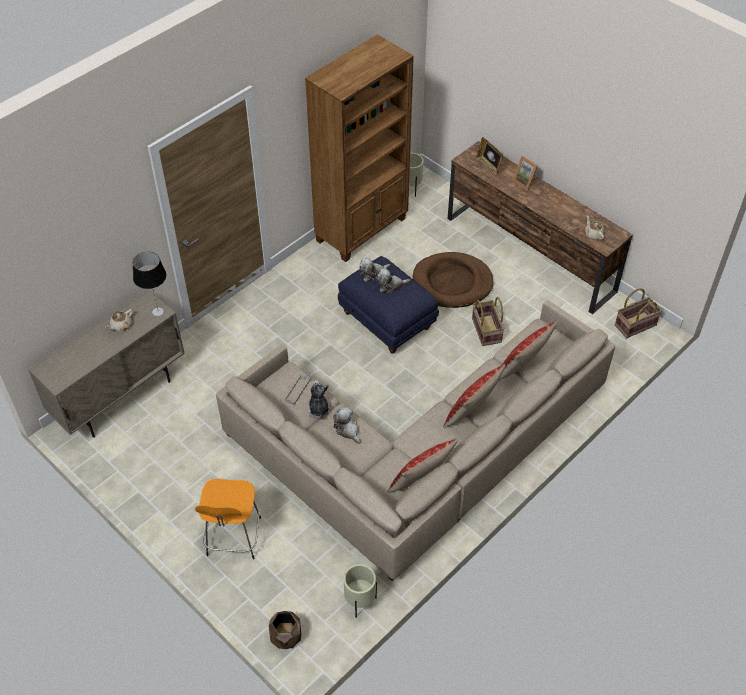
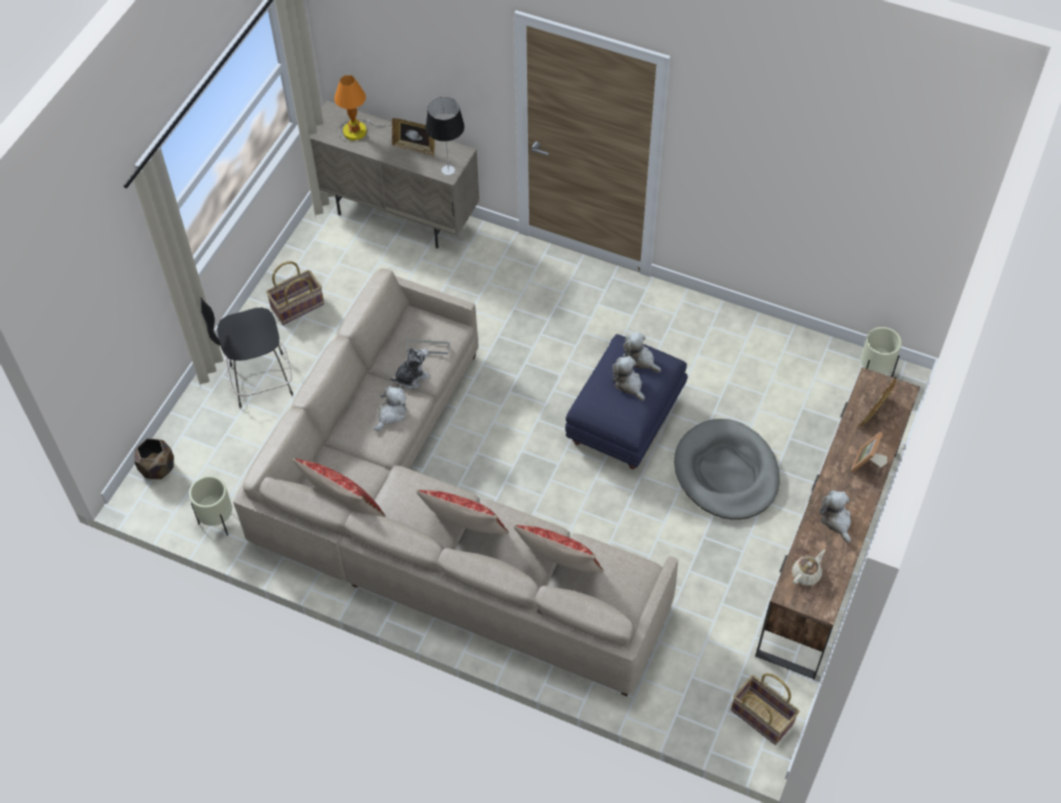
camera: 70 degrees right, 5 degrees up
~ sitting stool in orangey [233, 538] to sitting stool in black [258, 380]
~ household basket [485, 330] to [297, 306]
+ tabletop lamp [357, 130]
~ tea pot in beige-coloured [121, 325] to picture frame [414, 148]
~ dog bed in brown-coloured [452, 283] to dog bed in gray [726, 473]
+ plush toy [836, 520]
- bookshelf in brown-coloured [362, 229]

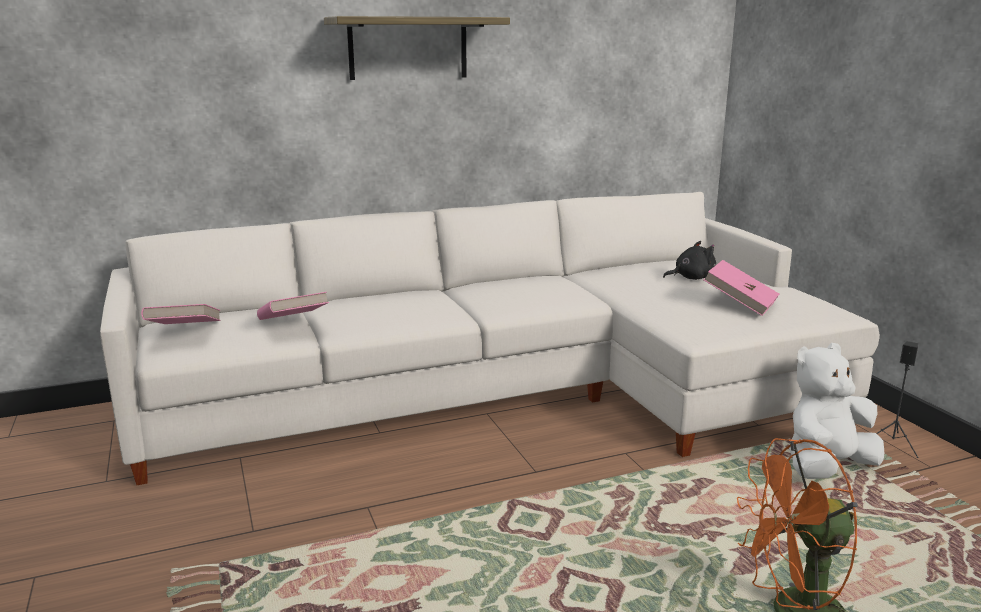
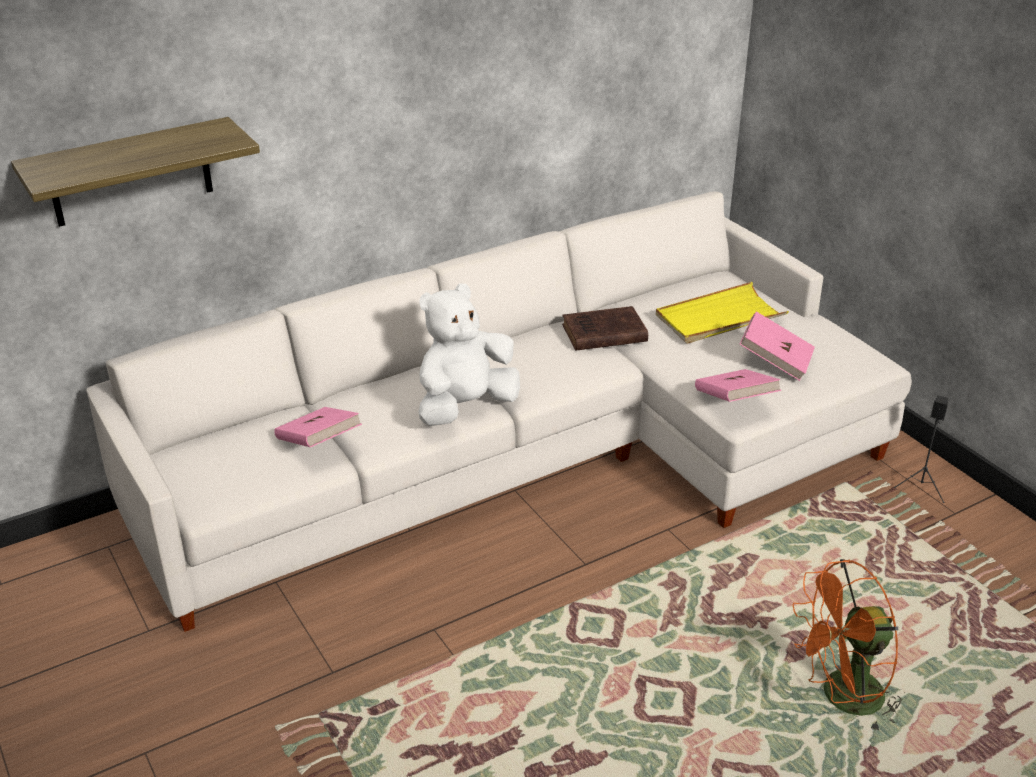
camera: 10 degrees left, 15 degrees up
~ bracket shelf [408, 48] to [130, 173]
~ plush toy in whitish [826, 467] to [465, 407]
+ book in brown-coloured [602, 334]
~ plush toy in black [691, 278] to tray in yellowish [719, 318]
~ book in pink-coloured [185, 333] to [734, 401]

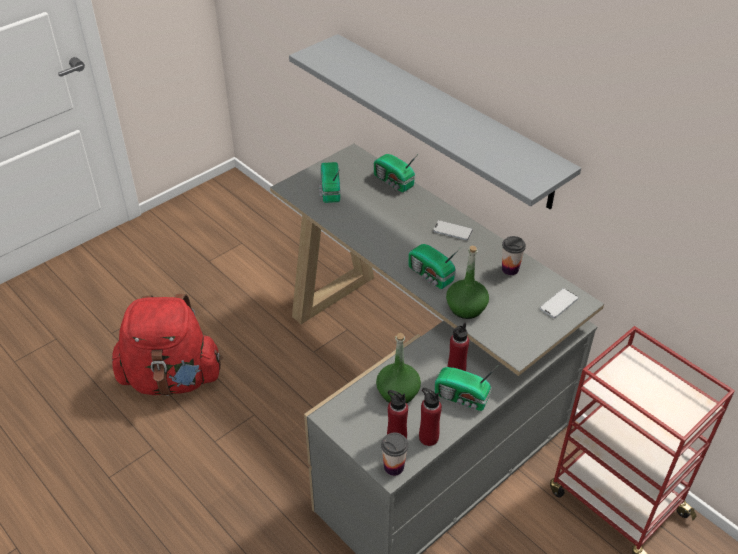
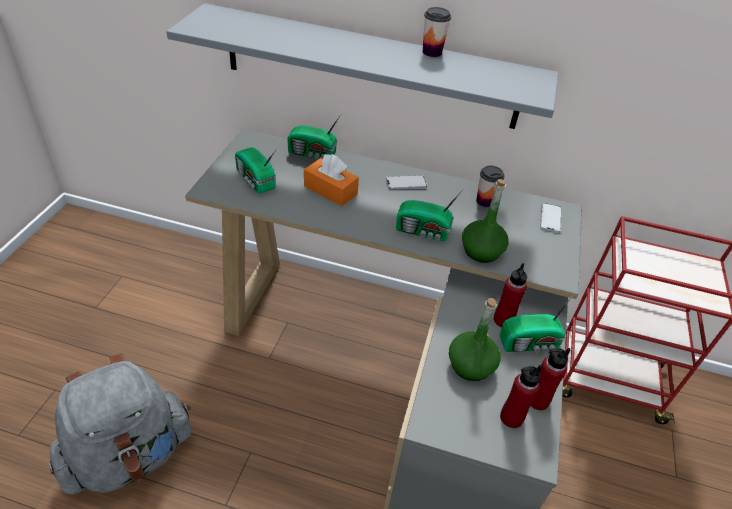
camera: 35 degrees left, 0 degrees up
~ knapsack in reddish [172, 378] to knapsack in gray [130, 455]
+ box of tissues in orangey [330, 190]
~ drinking cup [394, 467] to [432, 52]

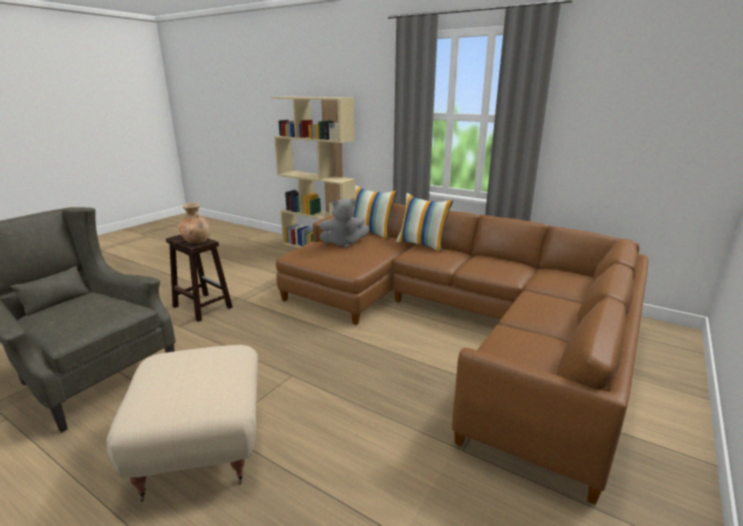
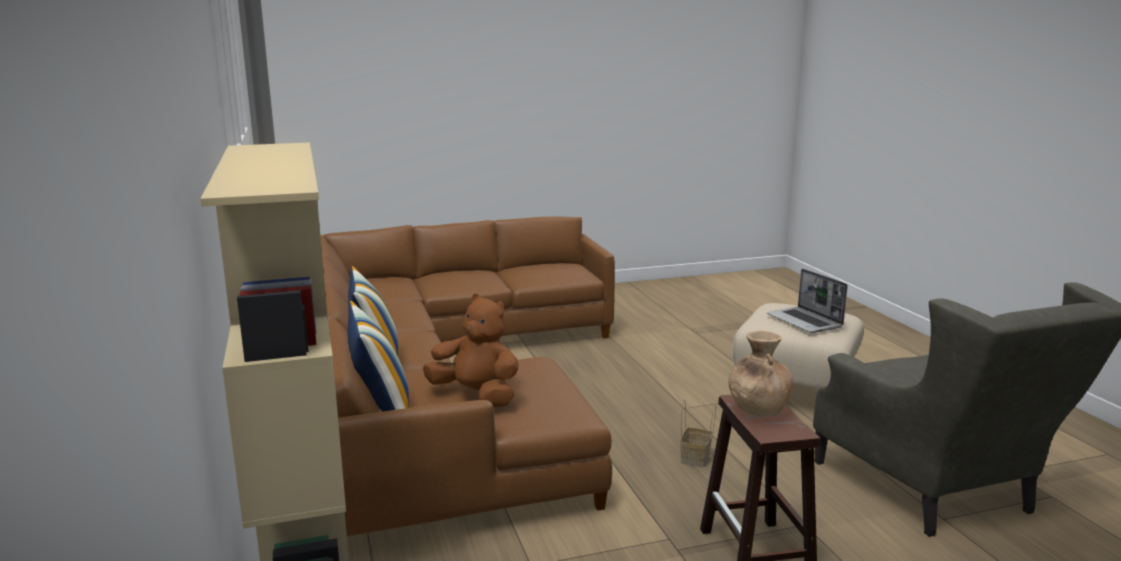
camera: 140 degrees left, 5 degrees down
~ plush toy in gray [344, 243] to plush toy in brown-coloured [476, 396]
+ household basket [696, 458]
+ notebook computer [805, 321]

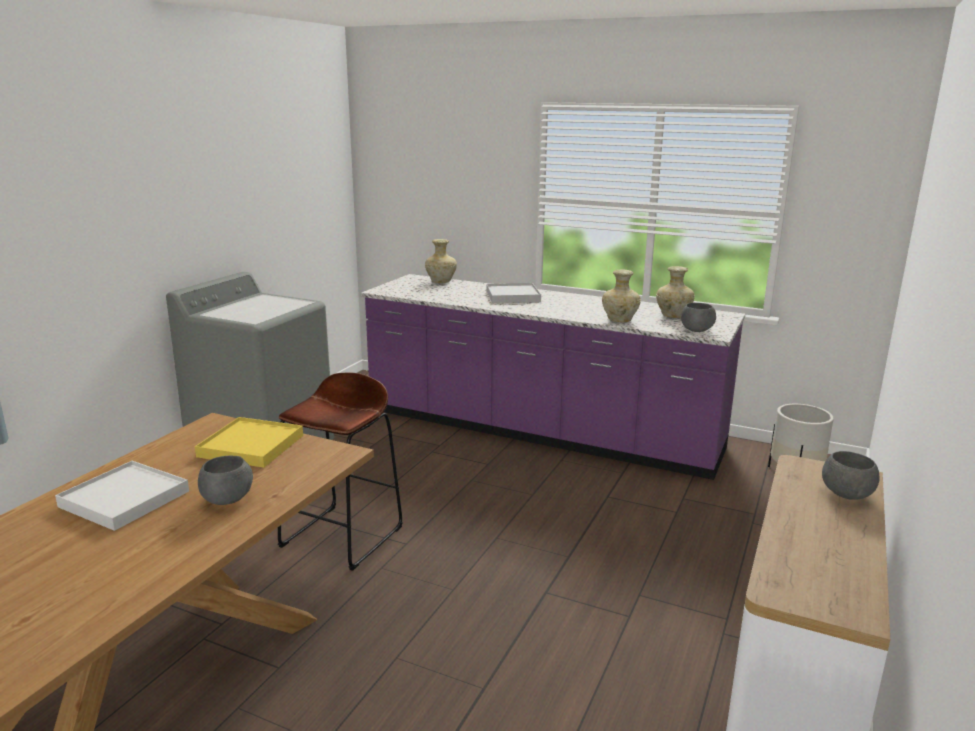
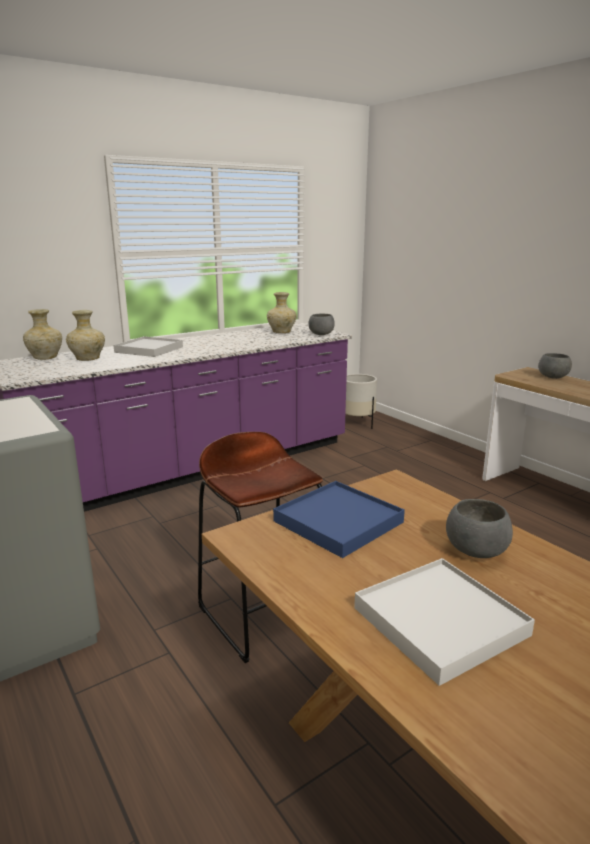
camera: 60 degrees left, 0 degrees up
~ decorative vase in beige-coloured [619, 320] to [87, 359]
~ tray in yellowish [251, 446] to tray in bluish [338, 522]

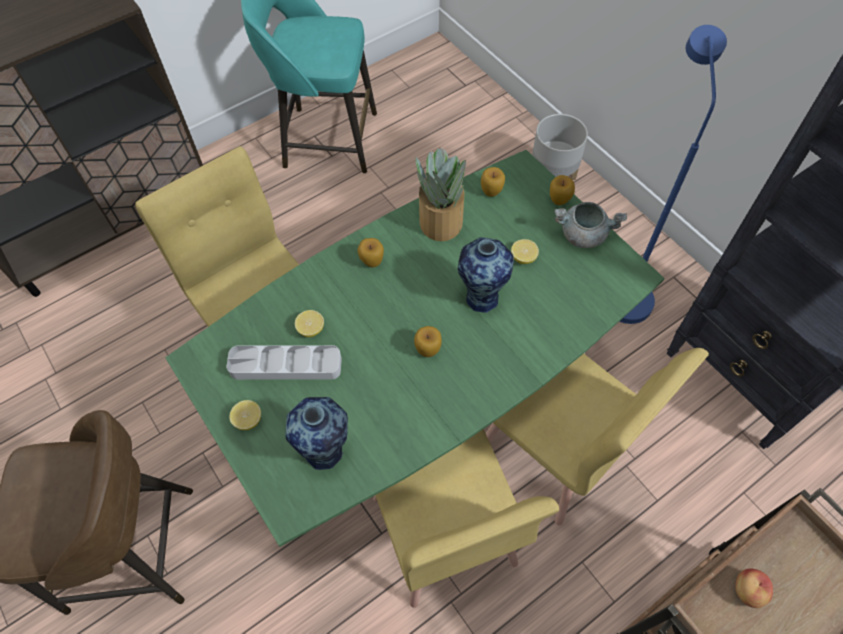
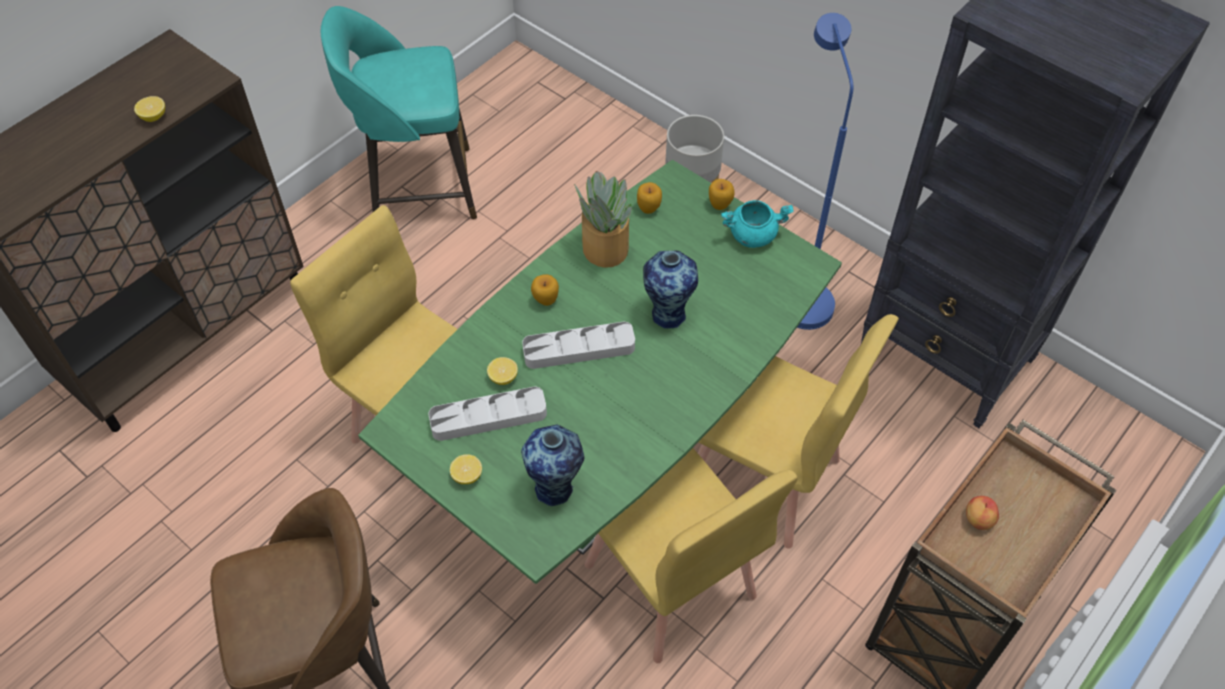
camera: 15 degrees left, 5 degrees down
~ citrus fruit [523, 258] to [153, 116]
+ tray in gray [579, 349]
~ saucepot in gray [583, 235] to saucepot in turquoise-coloured [752, 235]
- apple [428, 350]

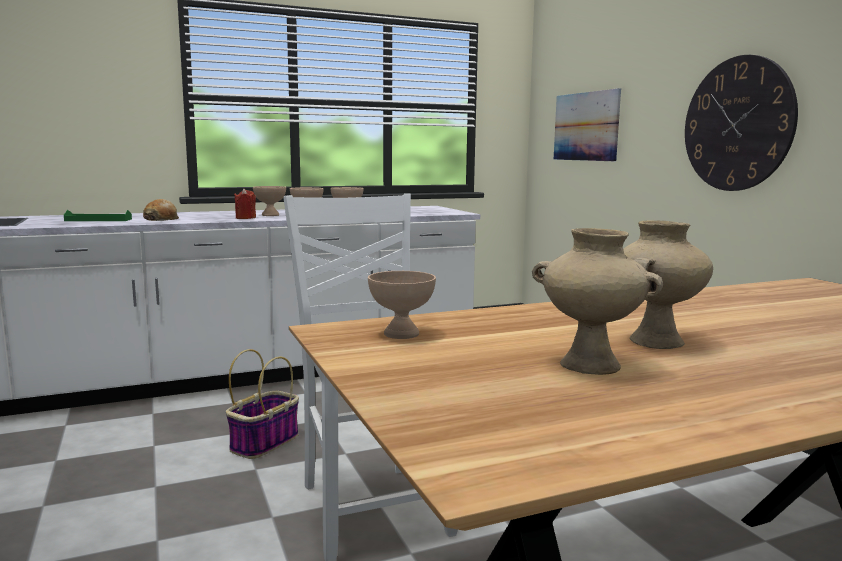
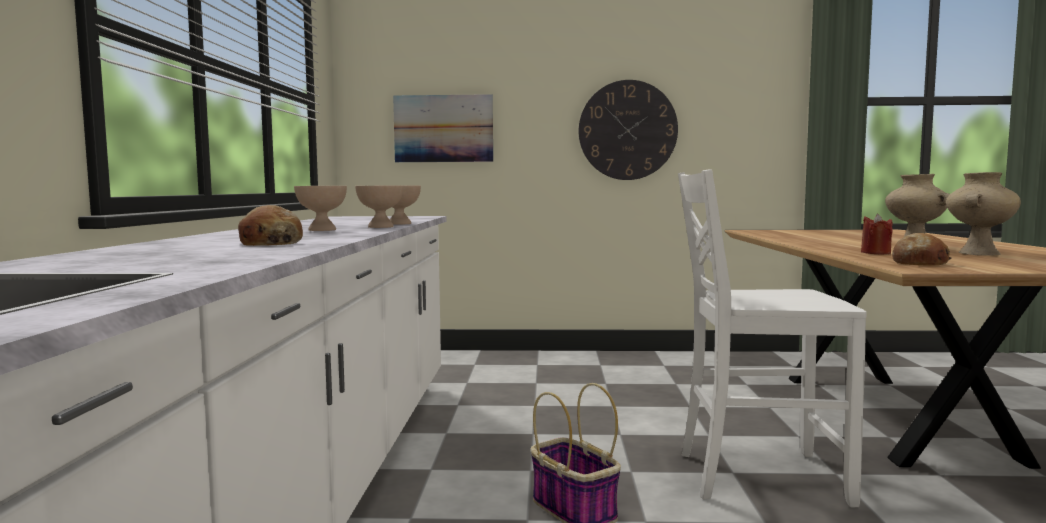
camera: 65 degrees left, 5 degrees down
~ candle in reddish [245, 218] to [875, 253]
~ deep dish in beige-coloured [402, 334] to bakery bread [919, 263]
- tray in green-coloured [98, 220]

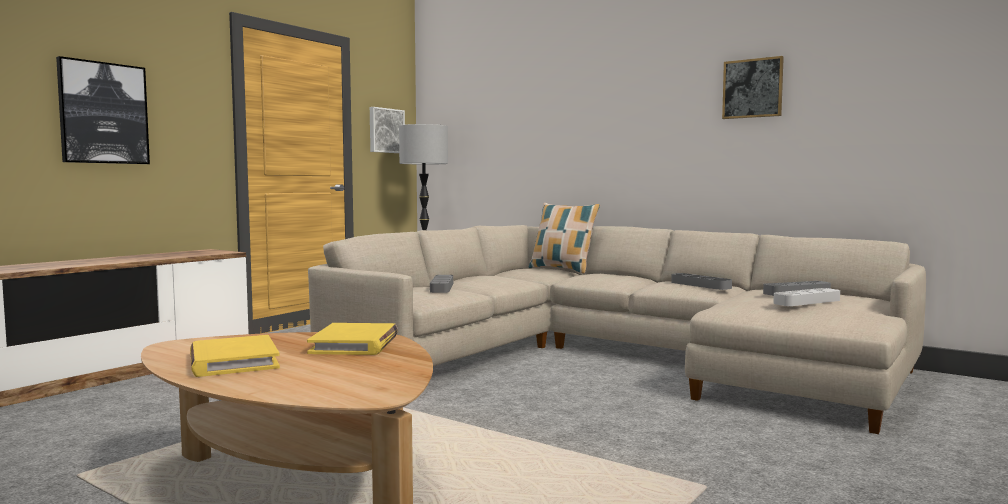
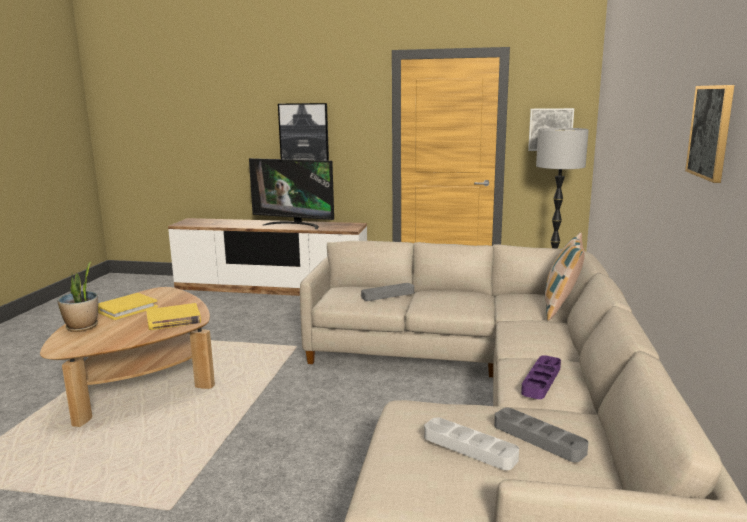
camera: 65 degrees right, 10 degrees up
+ houseplant [82, 327]
+ television [294, 225]
~ tray in gray [700, 285] to tray in purple-coloured [541, 380]

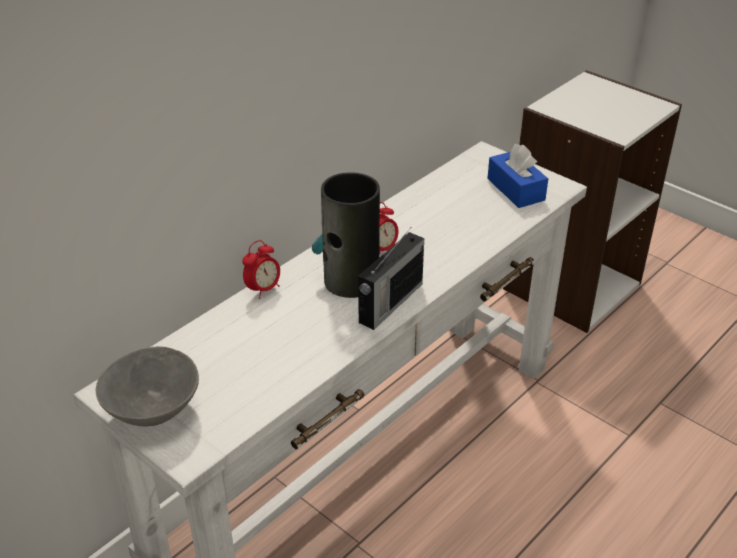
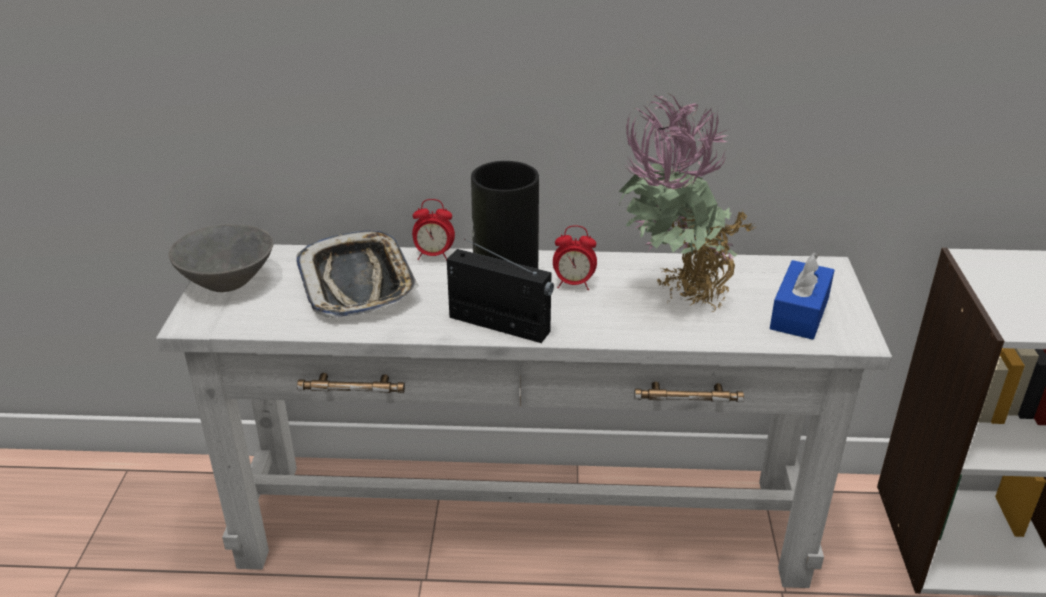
camera: 50 degrees right, 5 degrees down
+ tray [358, 282]
~ radio set [389, 303] = [501, 325] 150 degrees counterclockwise
+ houseplant [674, 299]

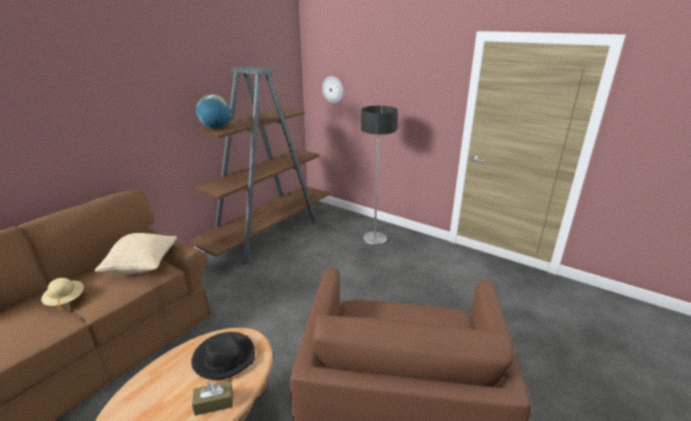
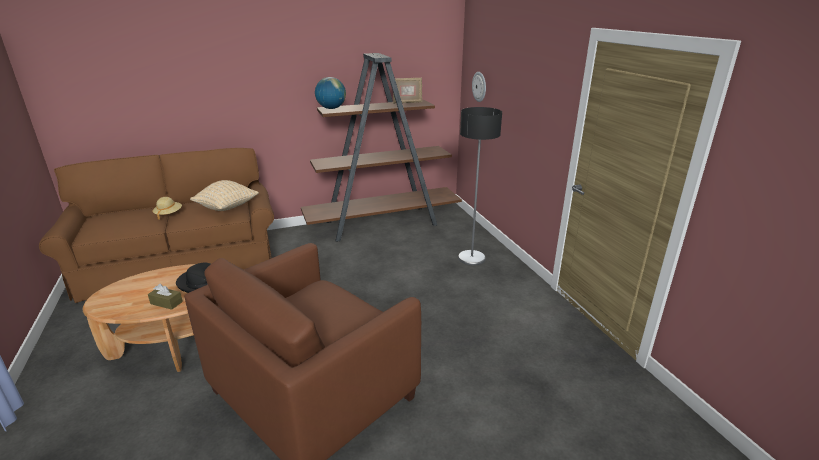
camera: 35 degrees right, 0 degrees up
+ picture frame [407, 102]

